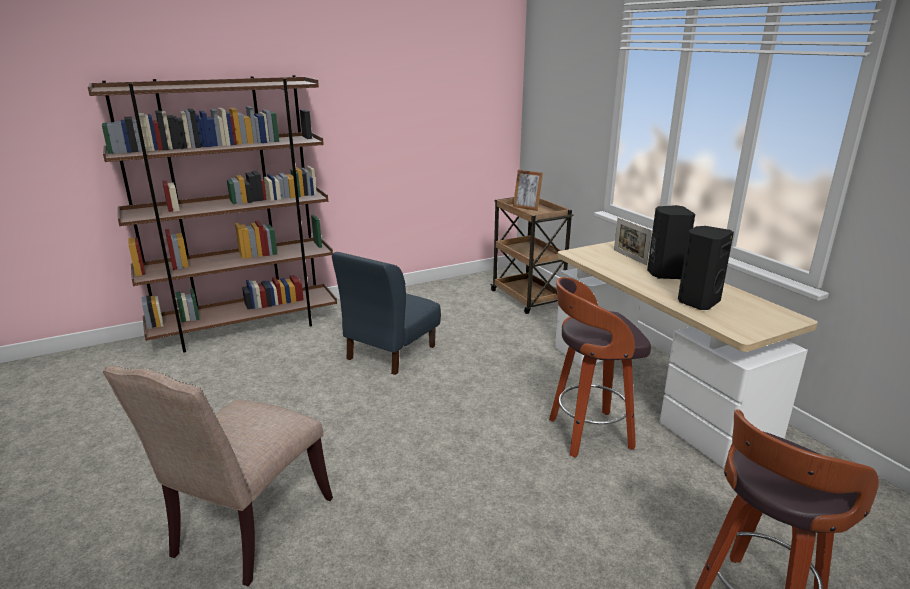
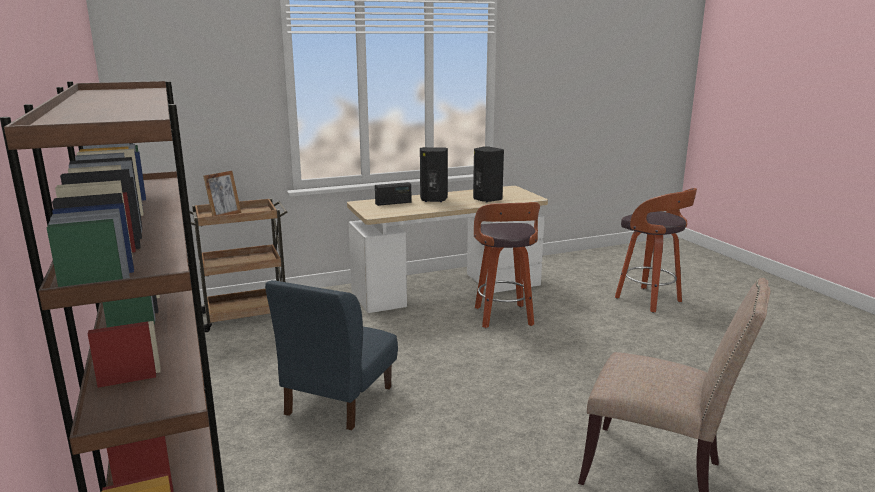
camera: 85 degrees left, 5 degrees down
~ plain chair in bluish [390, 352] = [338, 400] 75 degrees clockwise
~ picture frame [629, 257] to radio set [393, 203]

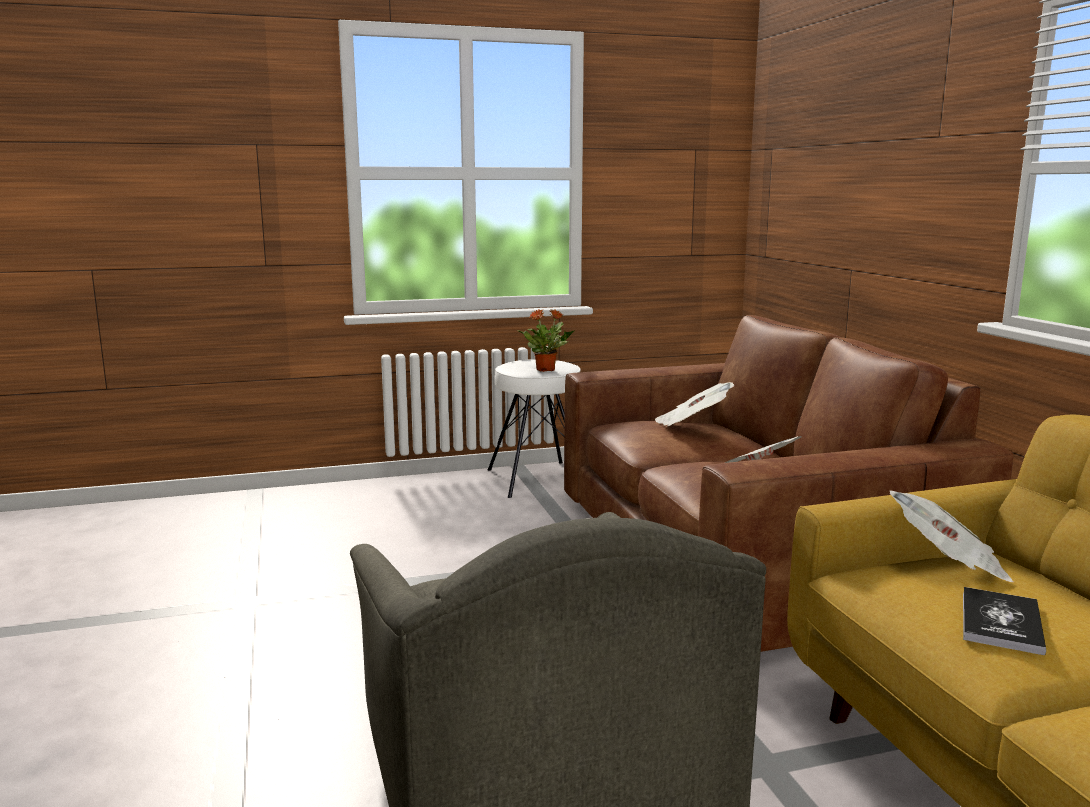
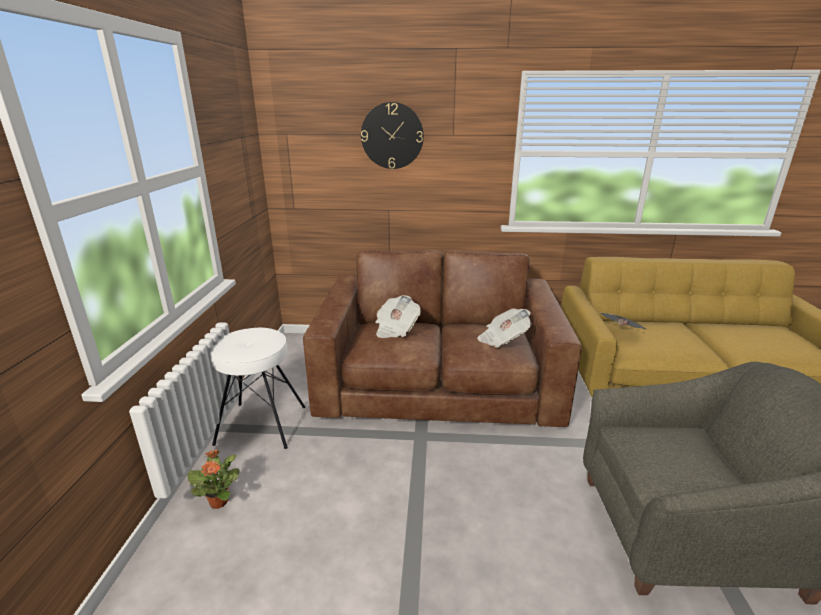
camera: 70 degrees left, 10 degrees up
~ houseplant [546, 370] to [219, 501]
+ clock on the wall [392, 136]
- book [1001, 622]

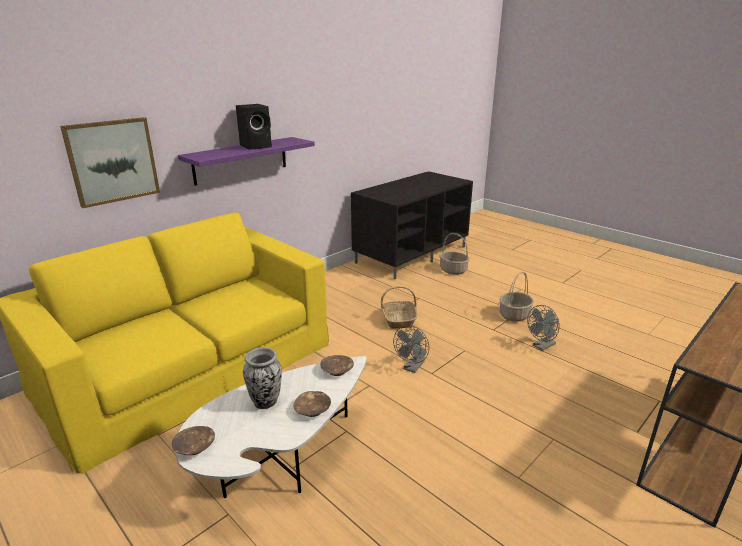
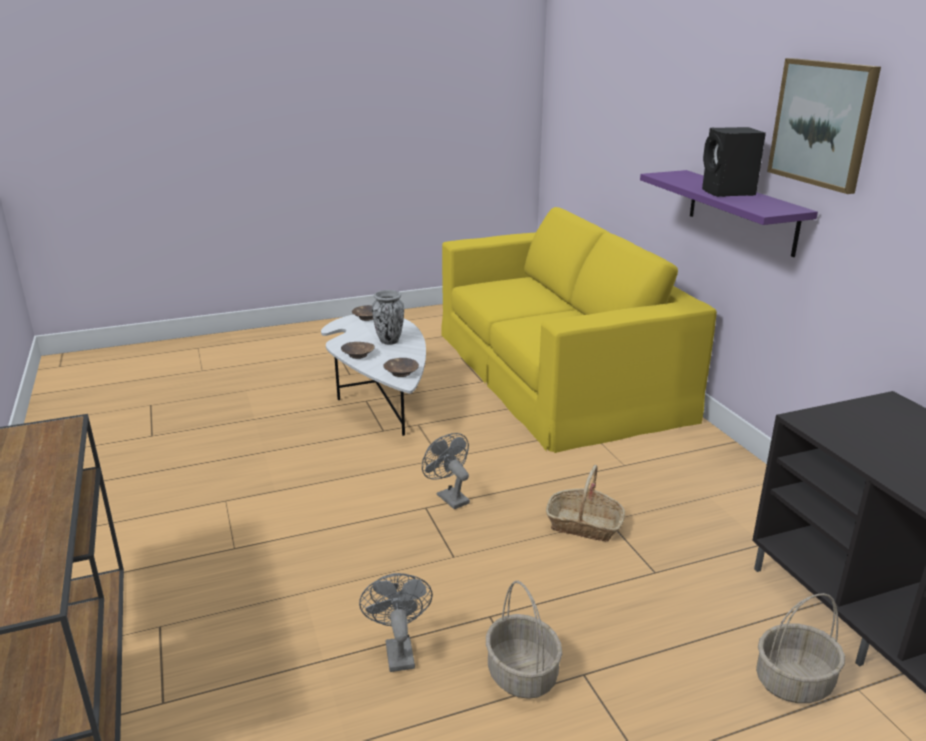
camera: 115 degrees right, 0 degrees up
~ picture [112, 161] to [822, 123]

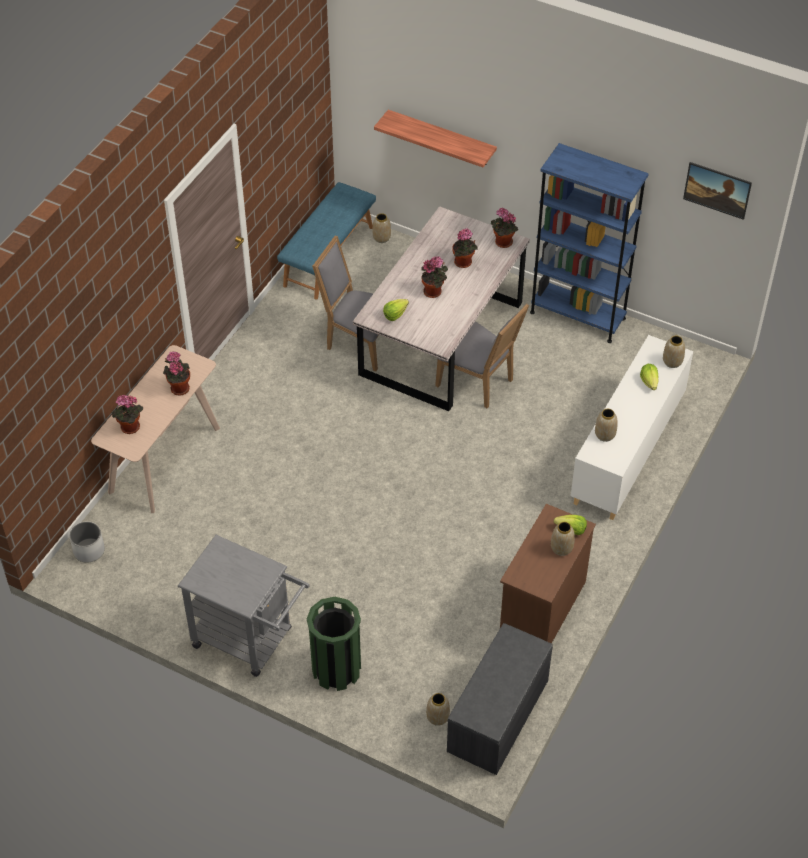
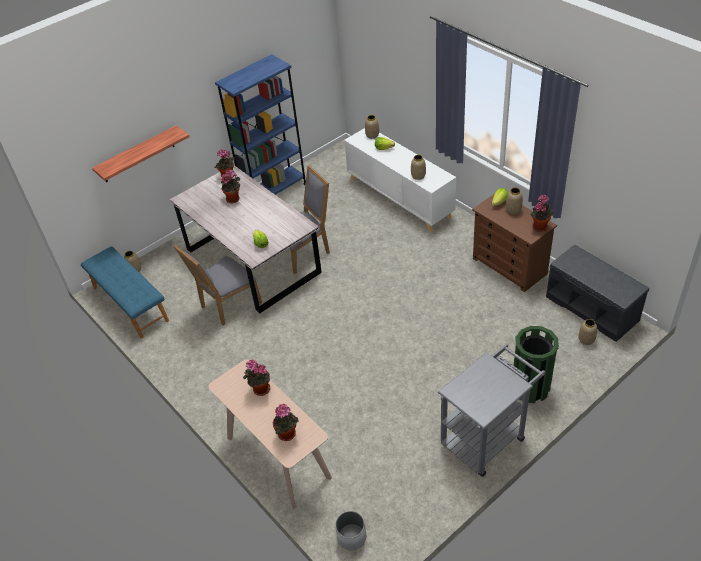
camera: 65 degrees left, 5 degrees down
~ houseplant [434, 291] to [539, 226]
- picture [715, 199]

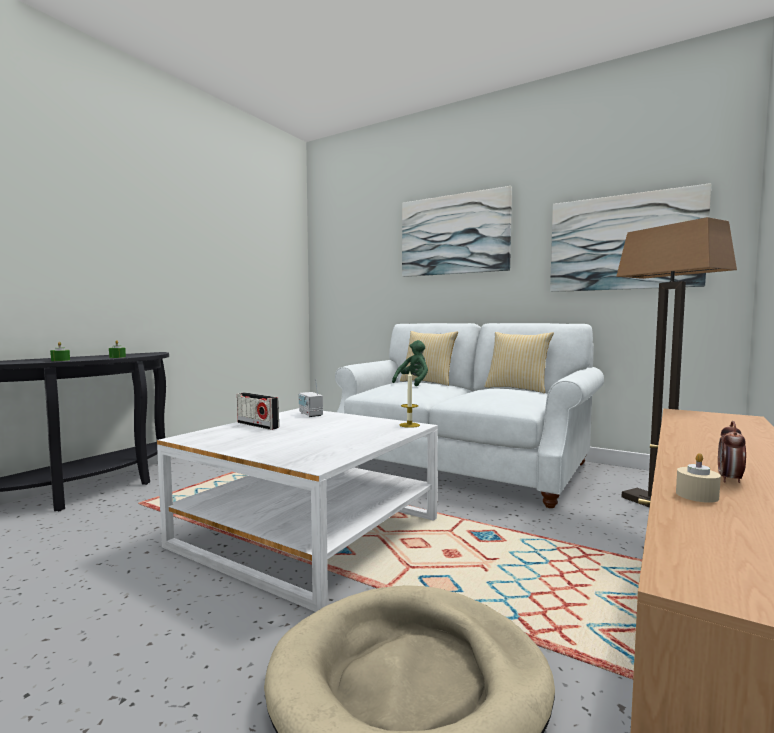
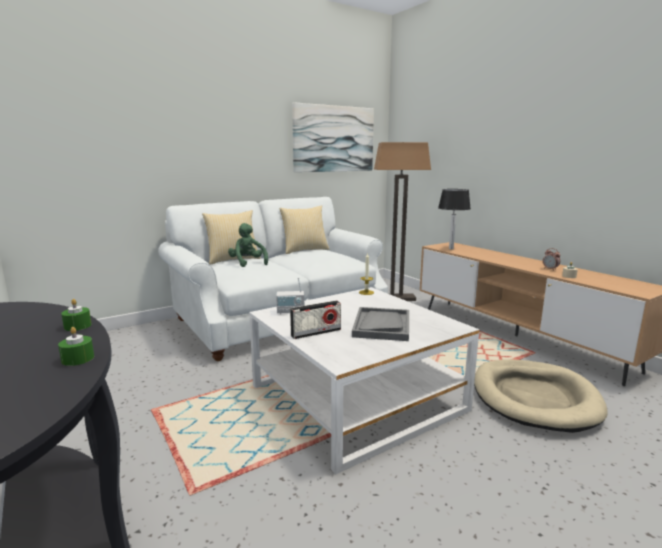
camera: 65 degrees left, 10 degrees up
+ tray in gray [381, 325]
+ tabletop lamp [451, 249]
- picture [454, 235]

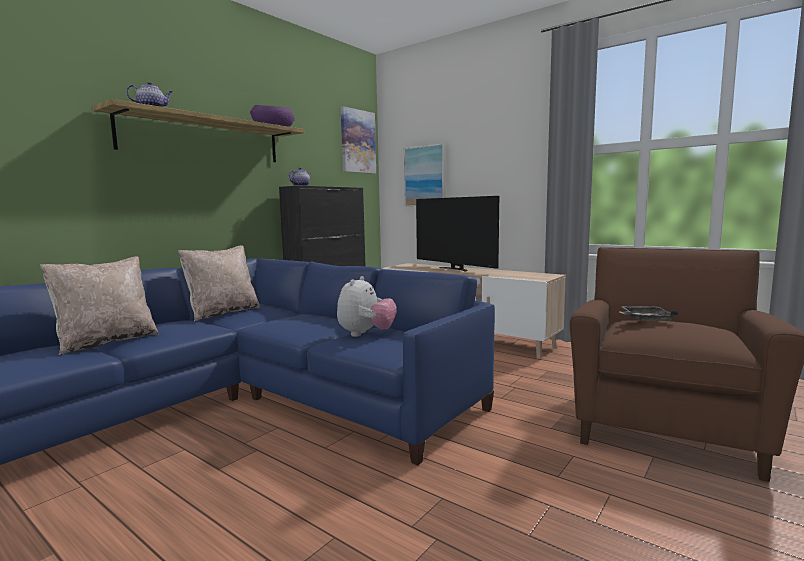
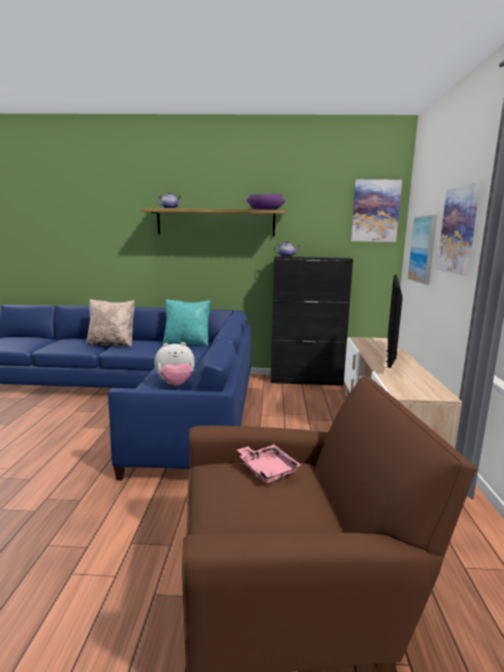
camera: 55 degrees right, 5 degrees up
~ pillow in beige-coloured [222, 313] to pillow in turquoise-coloured [187, 343]
~ tray in gray [644, 320] to tray in pink-coloured [267, 469]
+ picture [459, 230]

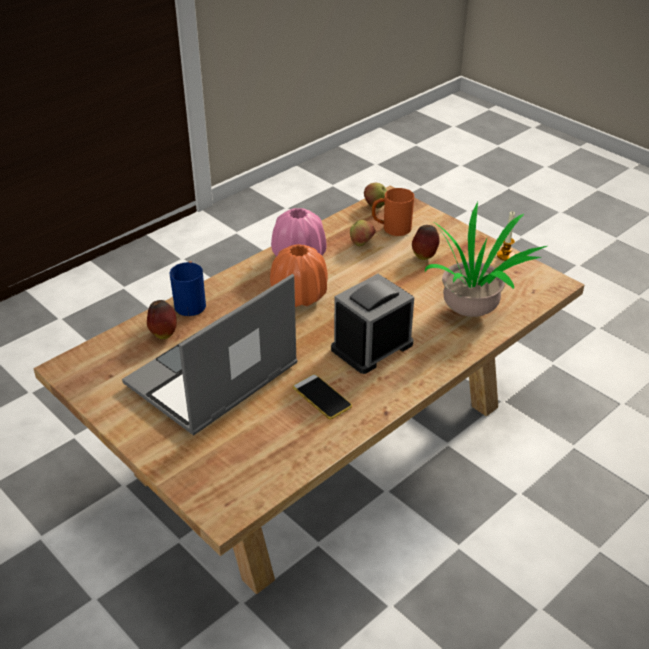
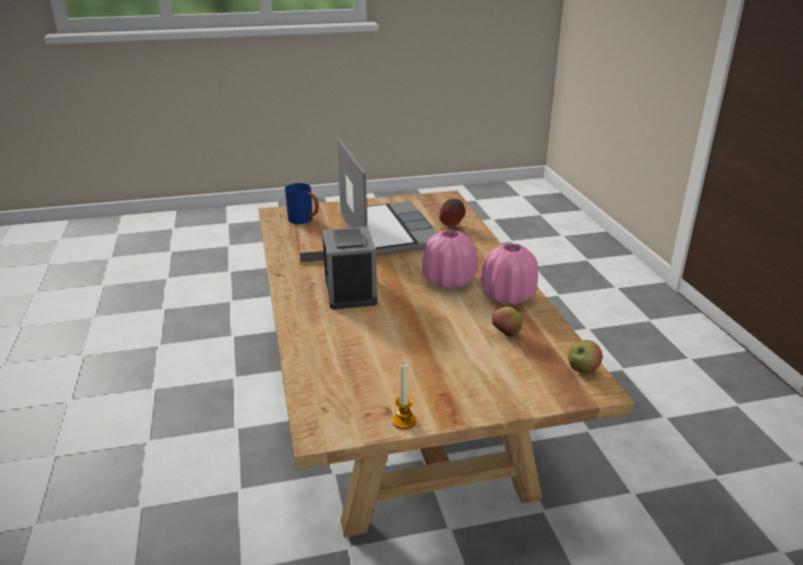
camera: 120 degrees right, 10 degrees down
~ mug in bluish [191, 303] to [304, 220]
~ decorative vase in orangey [299, 296] to decorative vase in pink-coloured [448, 281]
- mug in orangey [391, 229]
- apple [424, 256]
- houseplant [472, 309]

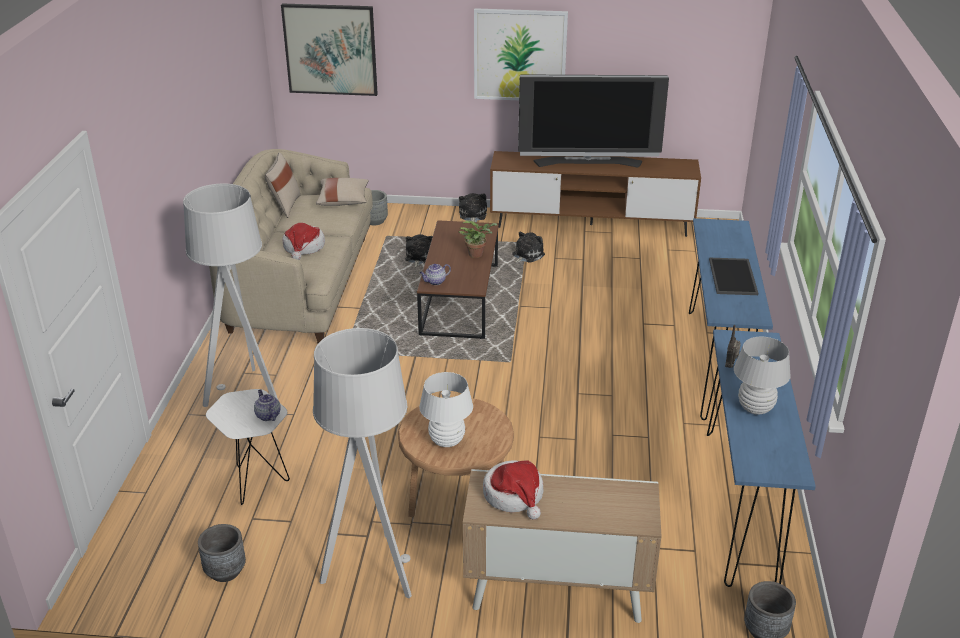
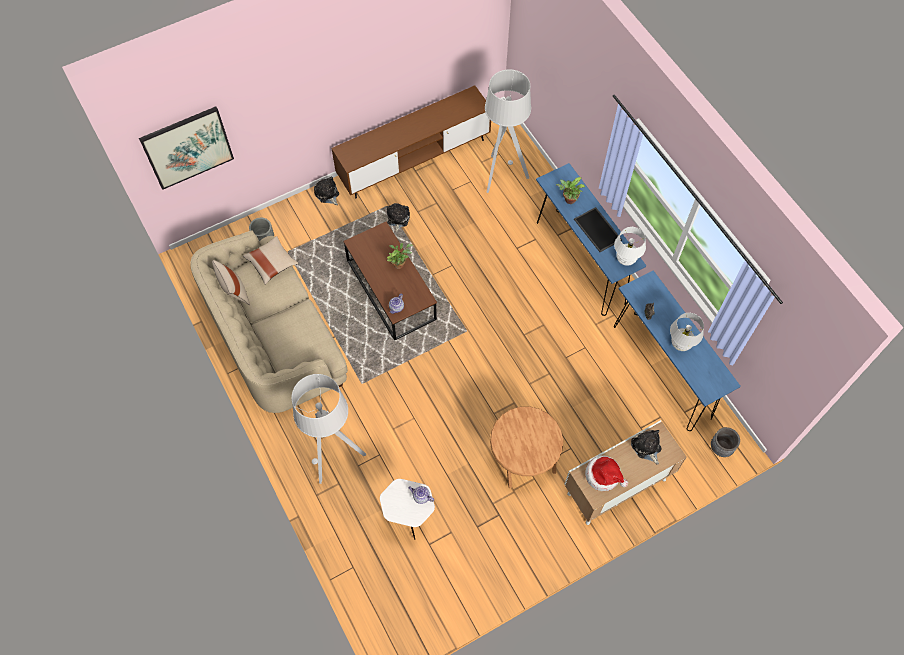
camera: 35 degrees left, 30 degrees up
~ floor lamp in gray [373, 571] to [502, 175]
+ houseplant [568, 200]
~ tabletop lamp in whitish [446, 441] to [625, 259]
~ plush toy [419, 258] to [646, 447]
- plant pot in gray [225, 571]
- clothing hat [304, 247]
- picture [520, 55]
- television [588, 163]

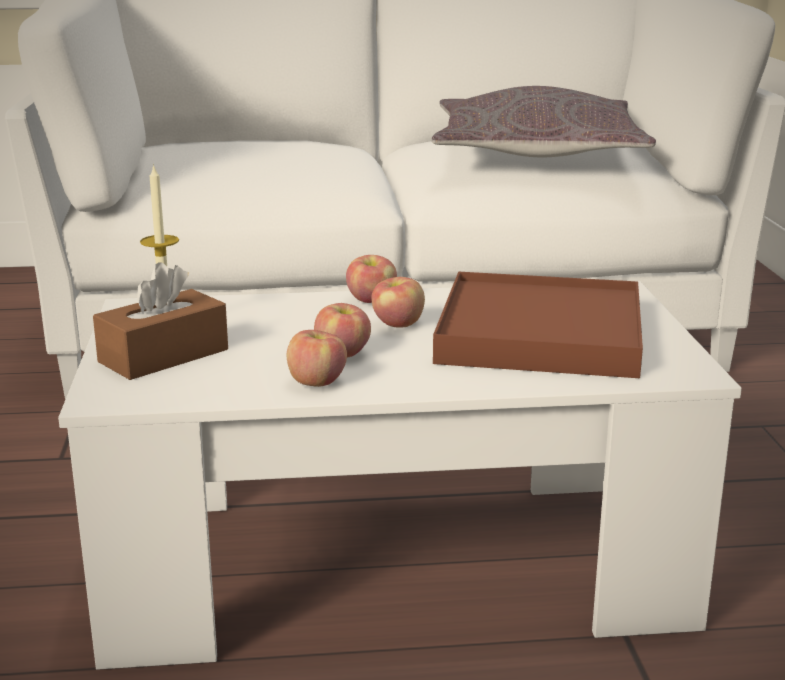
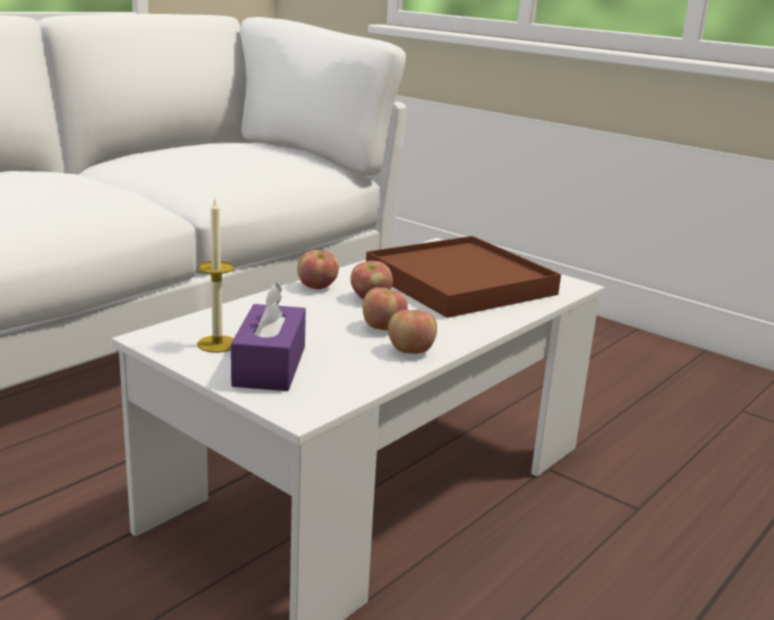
camera: 45 degrees left, 0 degrees up
~ box of tissues in brown-coloured [164, 356] to box of tissues in purple-coloured [269, 366]
- pillow in gray [536, 153]

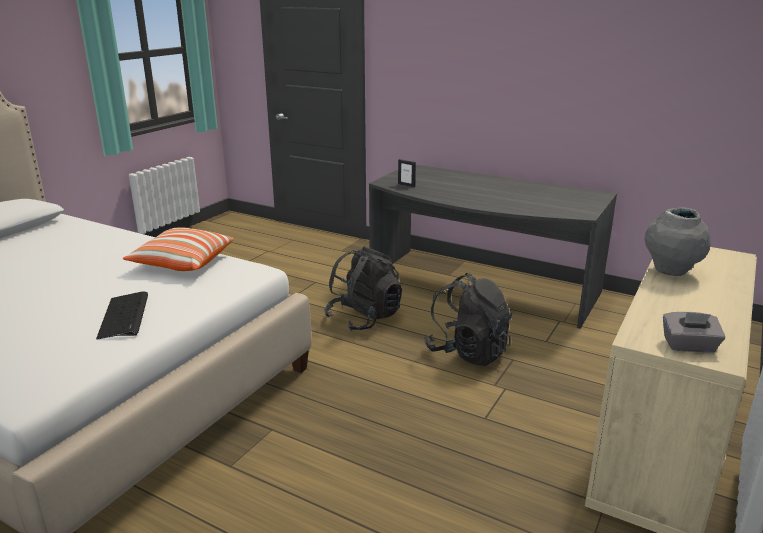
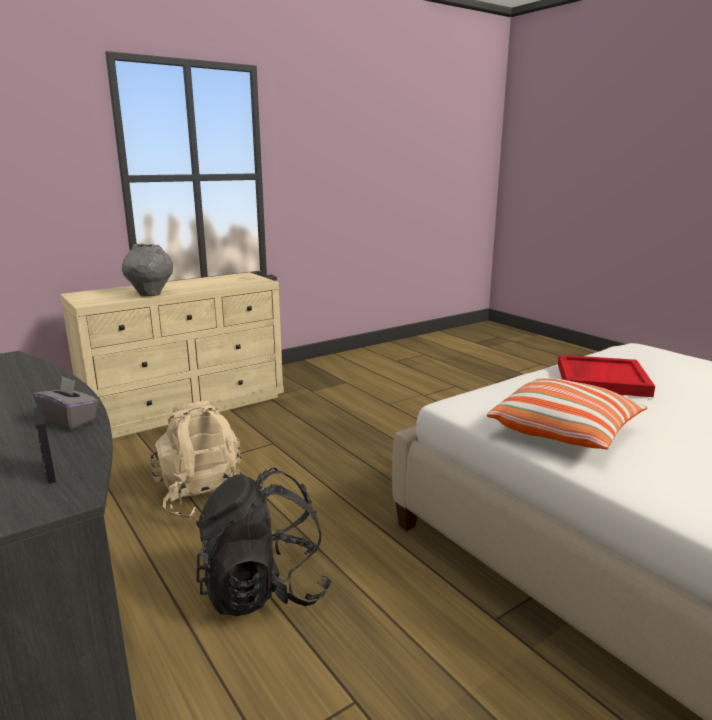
camera: 155 degrees left, 5 degrees down
~ box of tissues in gray [689, 346] to [70, 420]
~ knapsack in black [467, 352] to knapsack in beige-coloured [204, 497]
~ PC keyboard [124, 316] to tray in reddish [600, 379]

